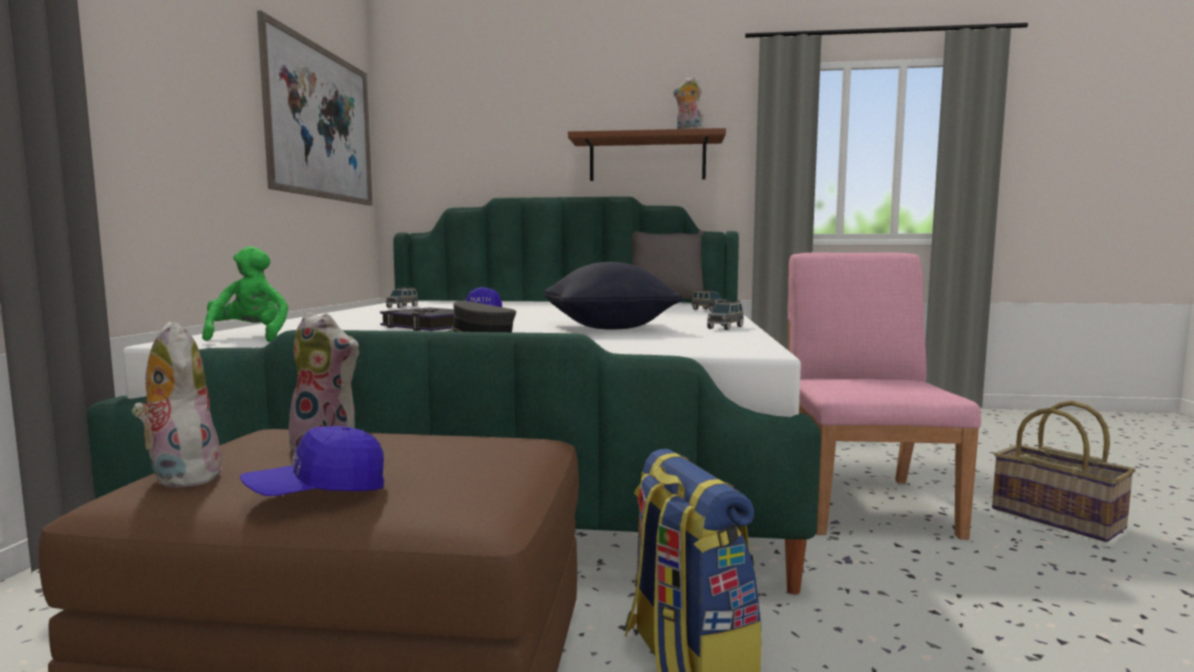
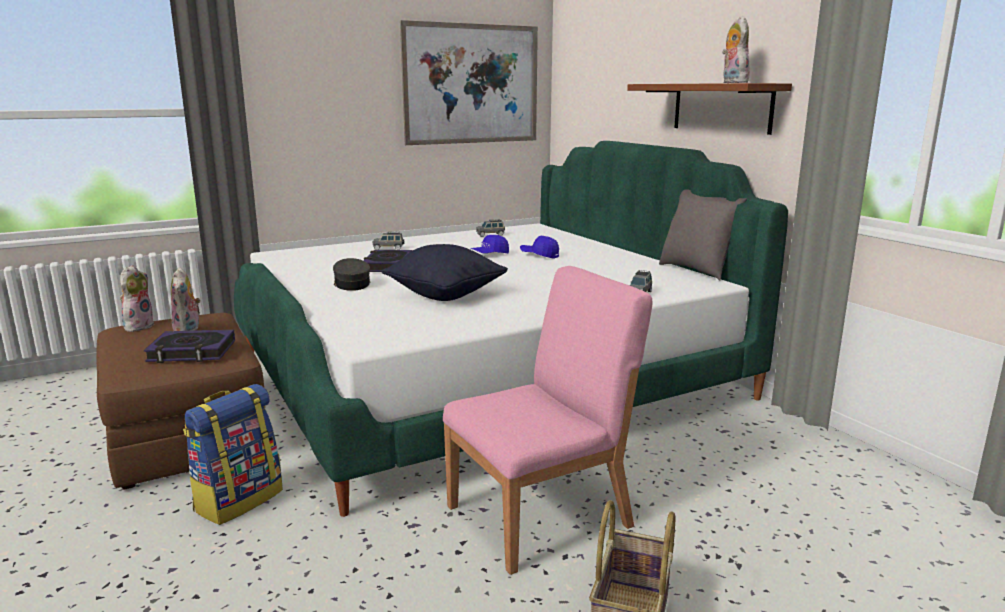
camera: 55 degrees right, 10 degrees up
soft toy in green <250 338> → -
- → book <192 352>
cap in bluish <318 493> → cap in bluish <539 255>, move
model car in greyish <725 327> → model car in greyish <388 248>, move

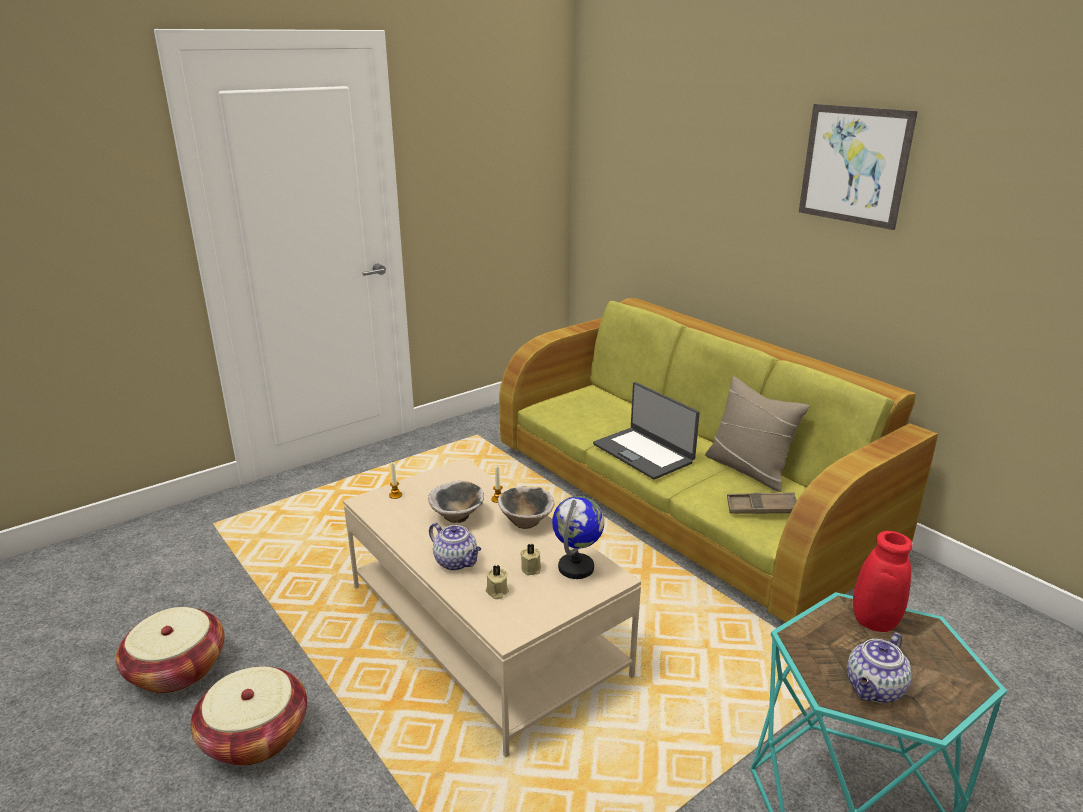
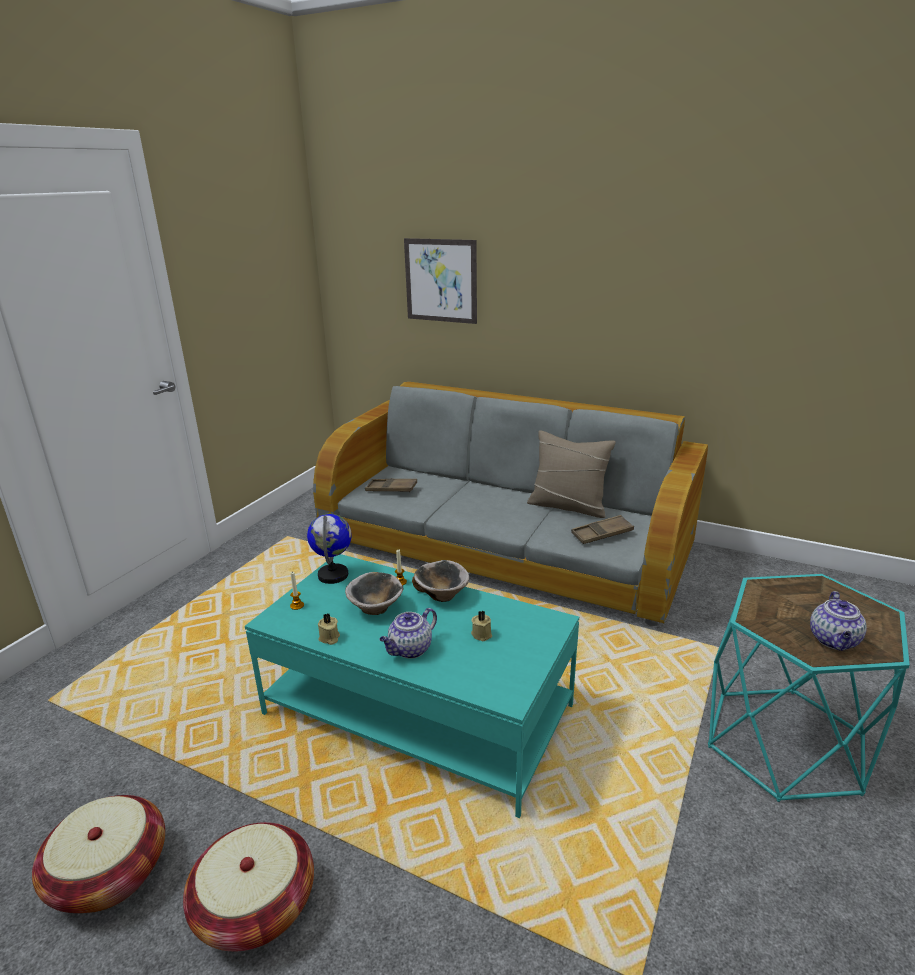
camera: 25 degrees left, 0 degrees up
laptop <643 453> → -
decorative vase in red <870 623> → -
- → carrying tray in brownish <391 489>
wax candle in beige <496 592> → wax candle in beige <329 638>, move
globe <576 568> → globe <333 575>, move
wall art <854 165> → wall art <441 280>, move
coffee table in beige <484 630> → coffee table in turquoise <418 710>
sofa in green <683 498> → sofa in greyish <505 546>
tea pot <457 562> → tea pot <410 650>, 120 degrees clockwise

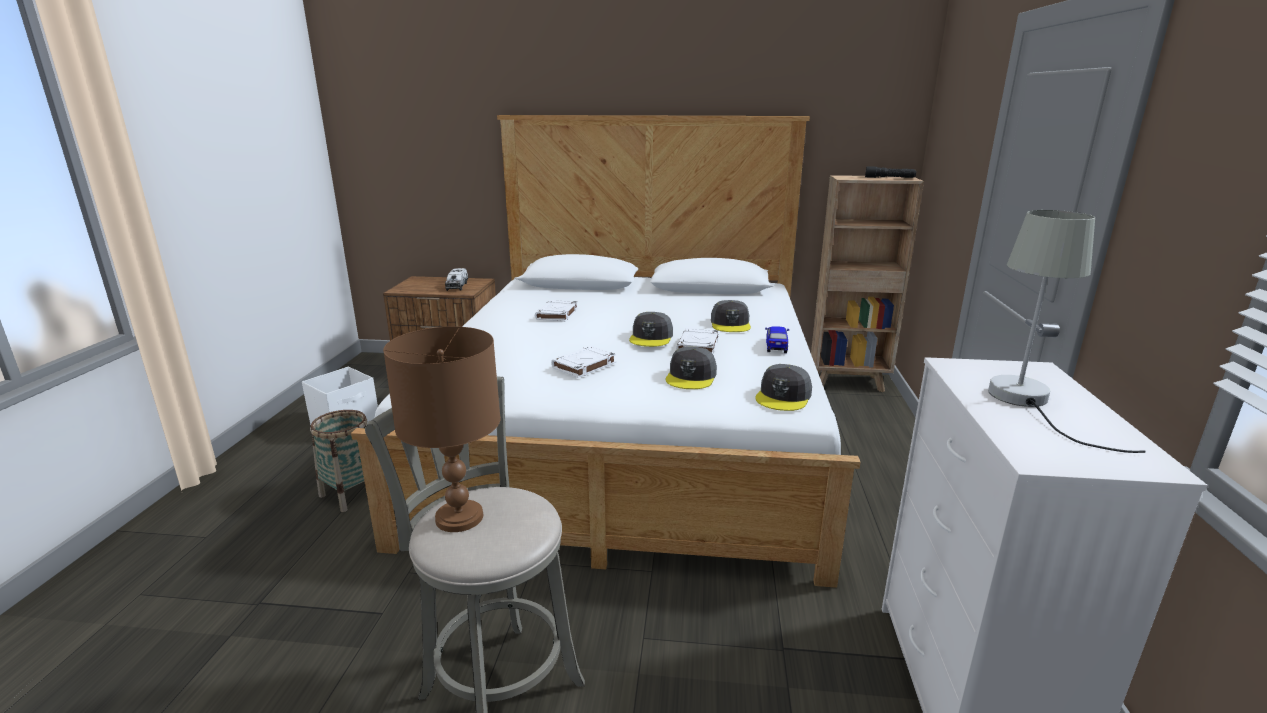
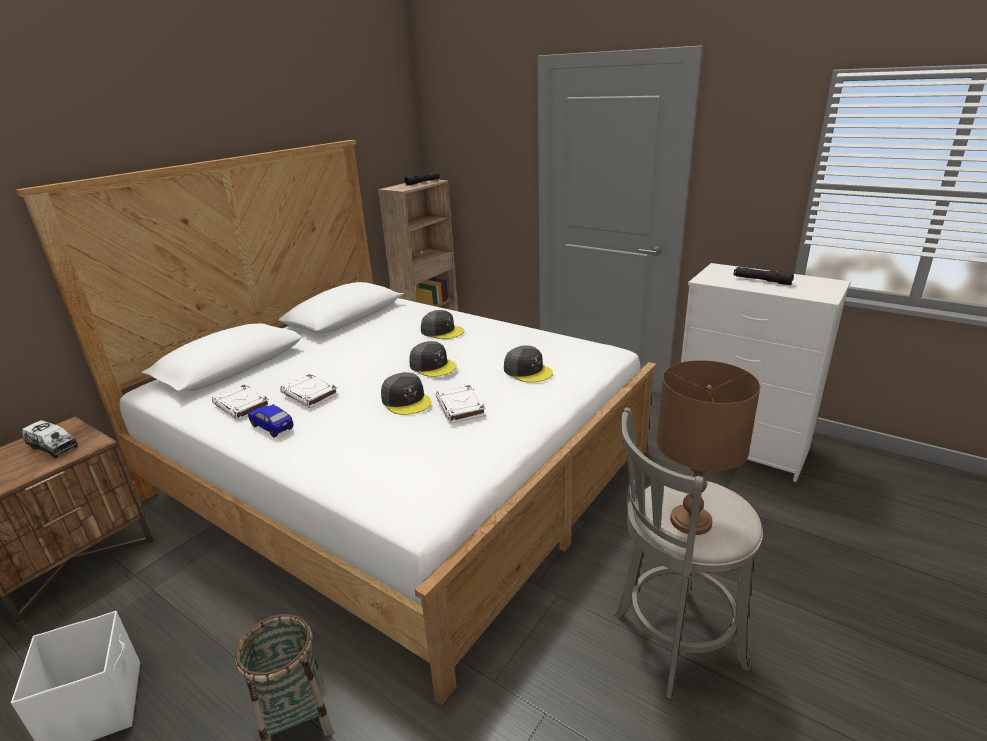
camera: 60 degrees left, 5 degrees up
book in white-coloured <698 346> → book in white-coloured <242 406>, move
cap in greyish <783 396> → cap in greyish <406 400>, move
model car <776 346> → model car <272 427>, move
table lamp in greyish <1028 402> → flashlight in black <762 281>

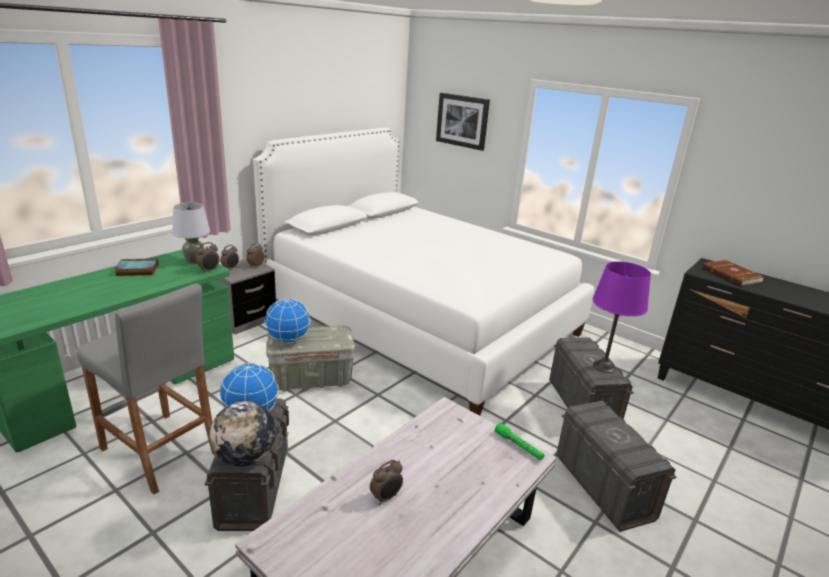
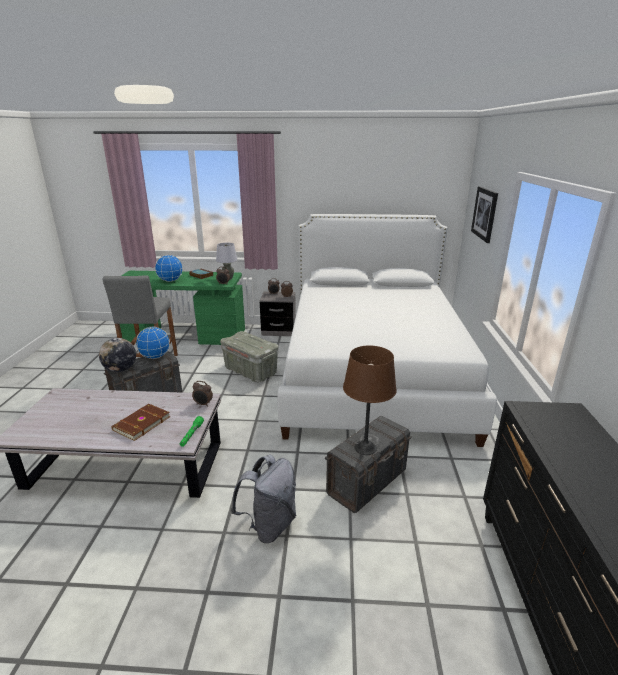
camera: 55 degrees right, 0 degrees up
globe <288 340> → globe <170 281>, move
alarm clock <386 497> → alarm clock <203 404>, move
book in brownish <731 275> → book in brownish <141 423>, move
storage container in greyish <603 486> → backpack in greyish <269 525>
table lamp in purple-coloured <604 366> → table lamp in brownish <365 447>

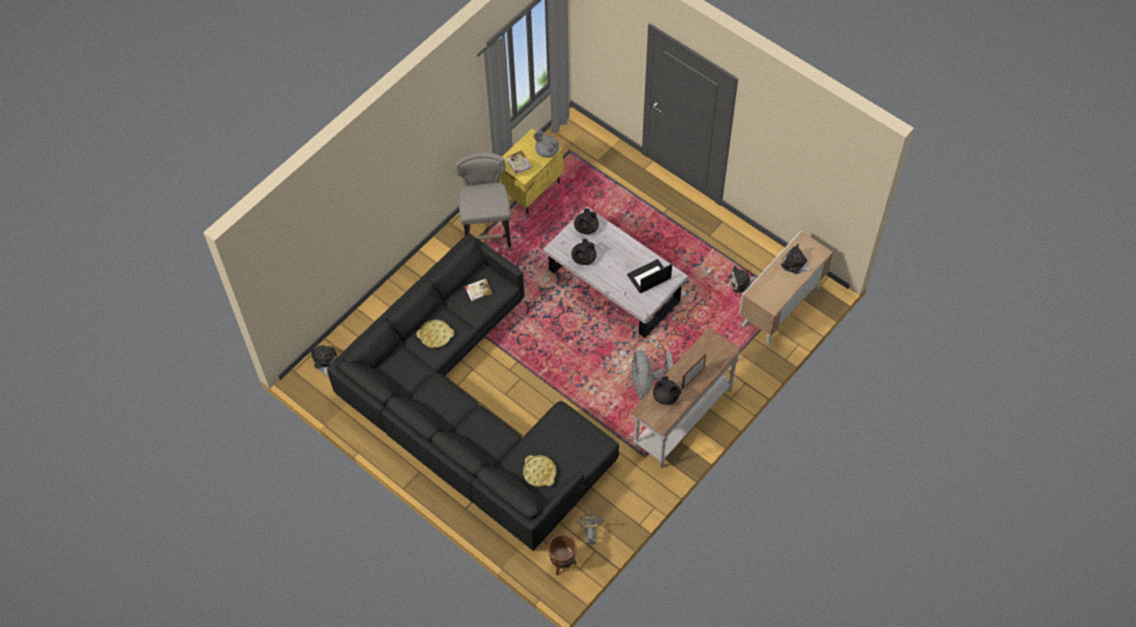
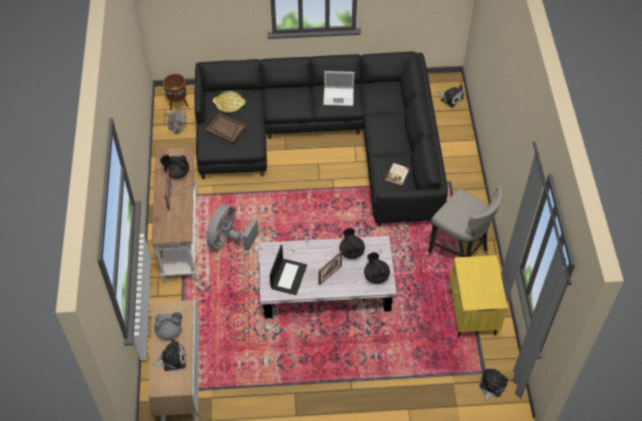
camera: 135 degrees right, 5 degrees down
carrying tray in yellow-coloured <435 335> → -
book <518 163> → -
- → carrying tray in brownish <226 129>
- → picture frame <330 275>
- → laptop <339 96>
tea pot in greyish <547 151> → tea pot in greyish <169 330>, move
soft toy <741 282> → soft toy <491 386>, move
fan in greyish <647 384> → fan in greyish <229 240>, 105 degrees counterclockwise

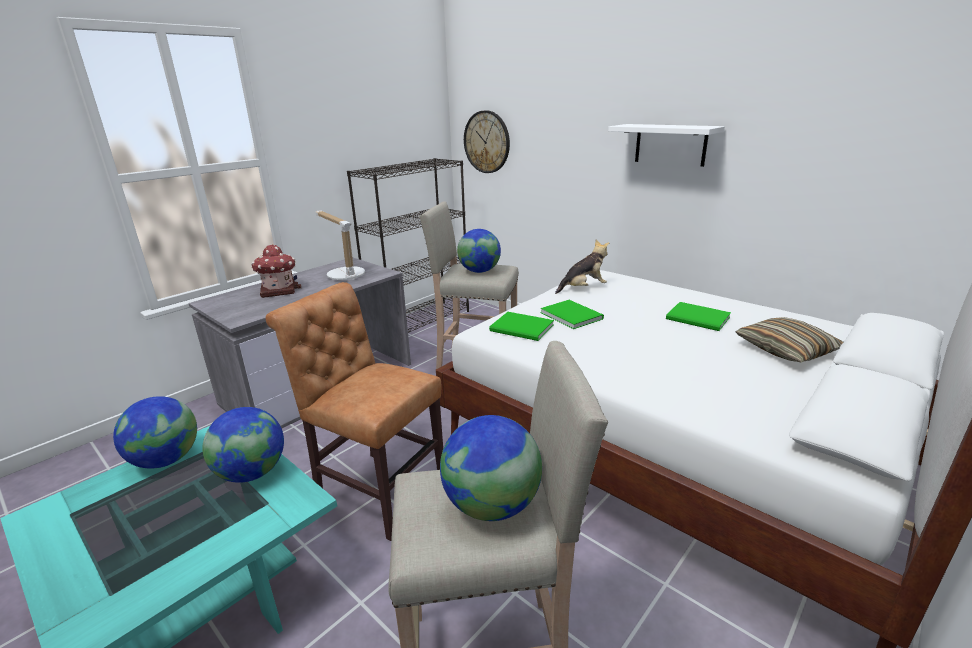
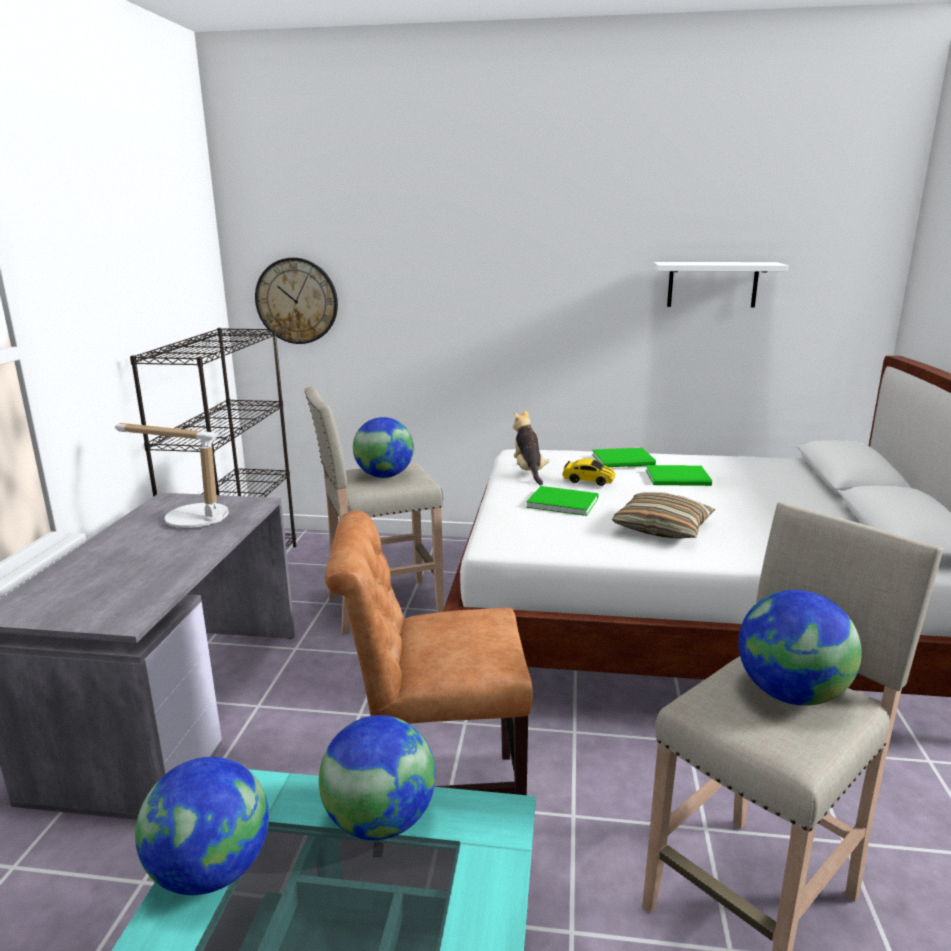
camera: 35 degrees left, 5 degrees down
miniature house <278 290> → -
- → model car <588 480>
book in green <522 329> → book in green <625 460>, move
shelf in white-coloured <670 144> → shelf in white-coloured <712 284>, move
throw pillow <786 350> → throw pillow <662 528>, move
soft toy <583 288> → soft toy <529 472>, 45 degrees counterclockwise

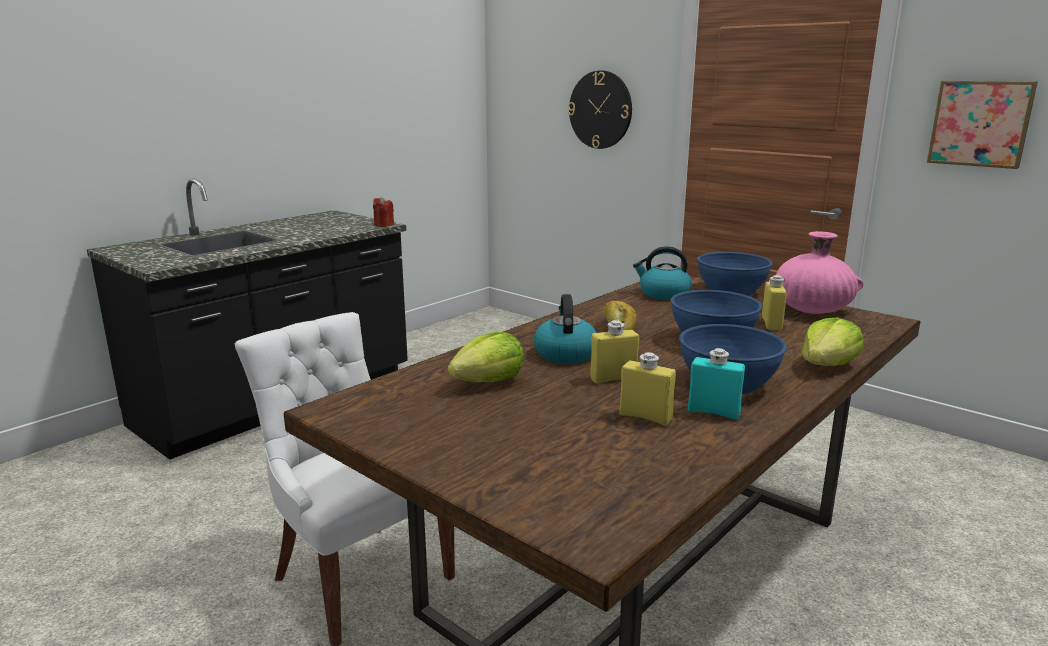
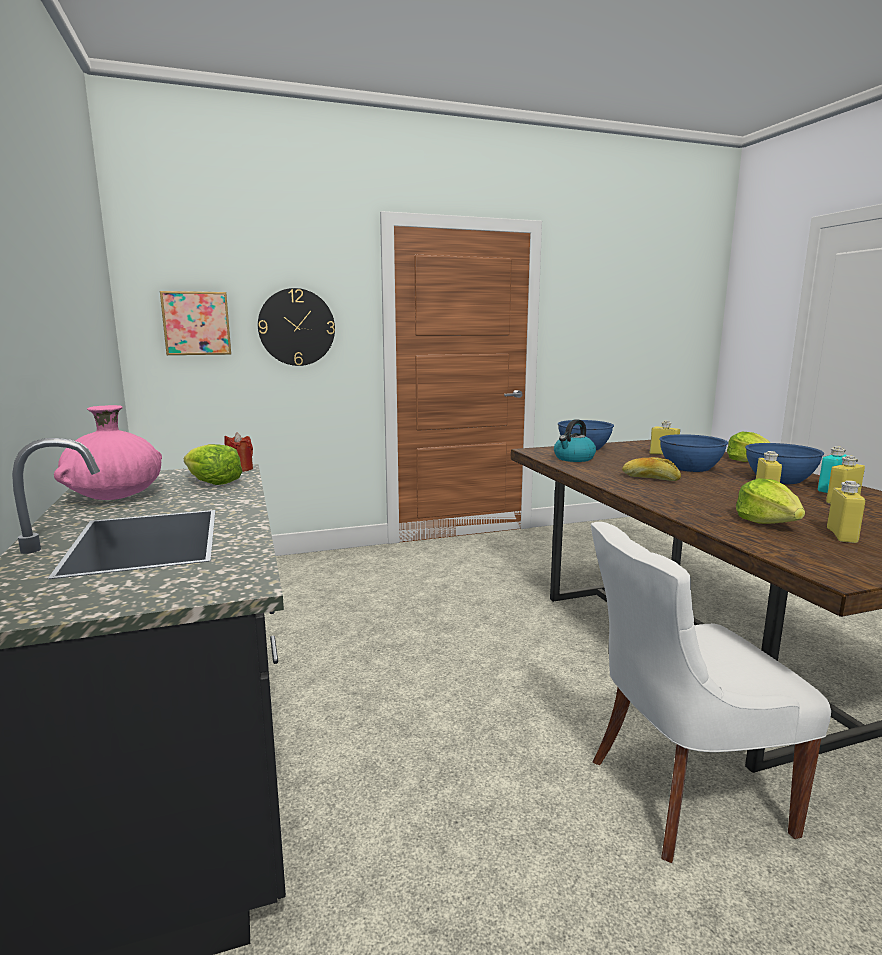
camera: 60 degrees left, 5 degrees down
tea kettle <565 353> → -
- → lettuce <213 482>
- → drink bottle in yellow-coloured <841 535>
decorative vase in pink-coloured <811 310> → decorative vase in pink-coloured <115 496>, move
wall art <980 123> → wall art <196 323>, move

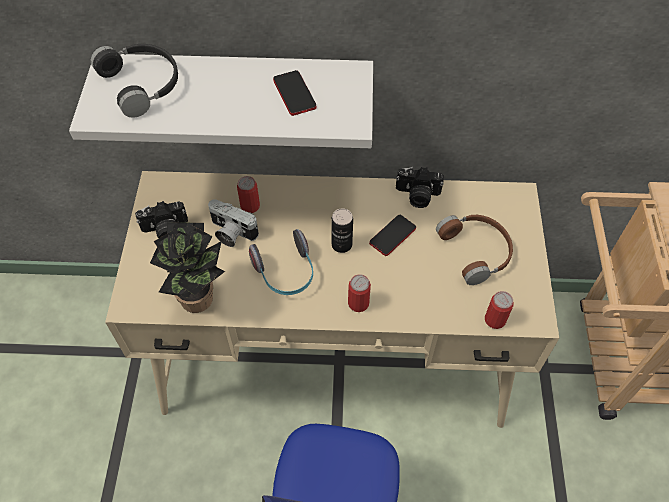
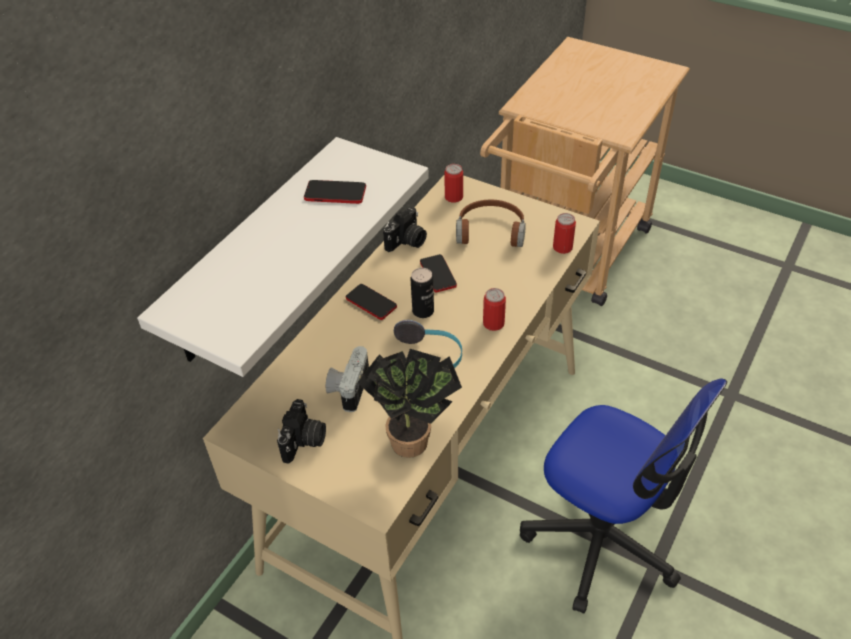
camera: 60 degrees left, 10 degrees down
headphones in black <143 84> → -
- → phone <371 302>
metal can <250 206> → metal can <454 197>, move
still camera <231 233> → still camera <348 387>, 135 degrees clockwise

